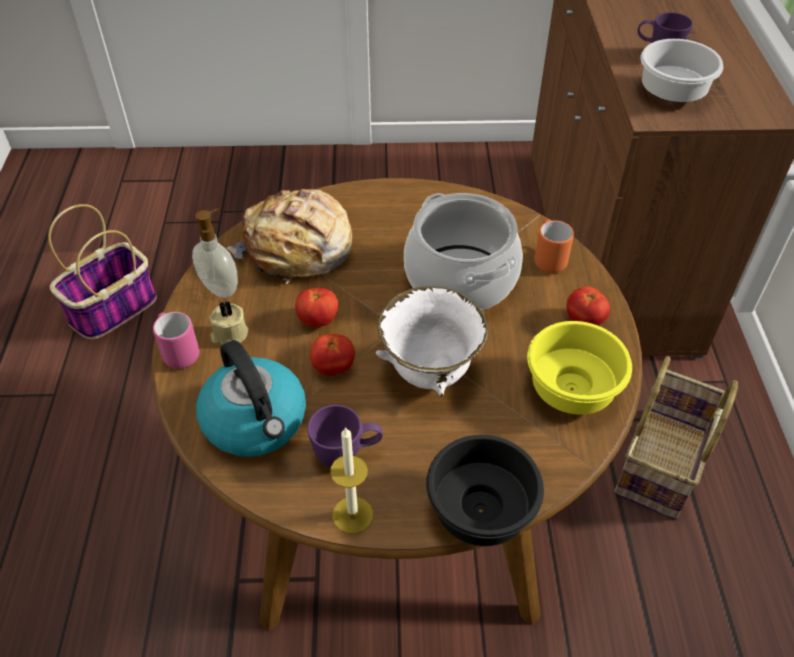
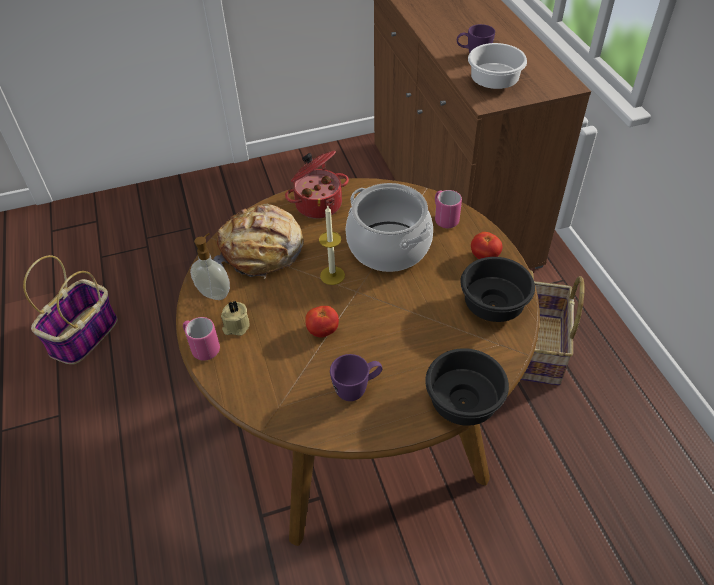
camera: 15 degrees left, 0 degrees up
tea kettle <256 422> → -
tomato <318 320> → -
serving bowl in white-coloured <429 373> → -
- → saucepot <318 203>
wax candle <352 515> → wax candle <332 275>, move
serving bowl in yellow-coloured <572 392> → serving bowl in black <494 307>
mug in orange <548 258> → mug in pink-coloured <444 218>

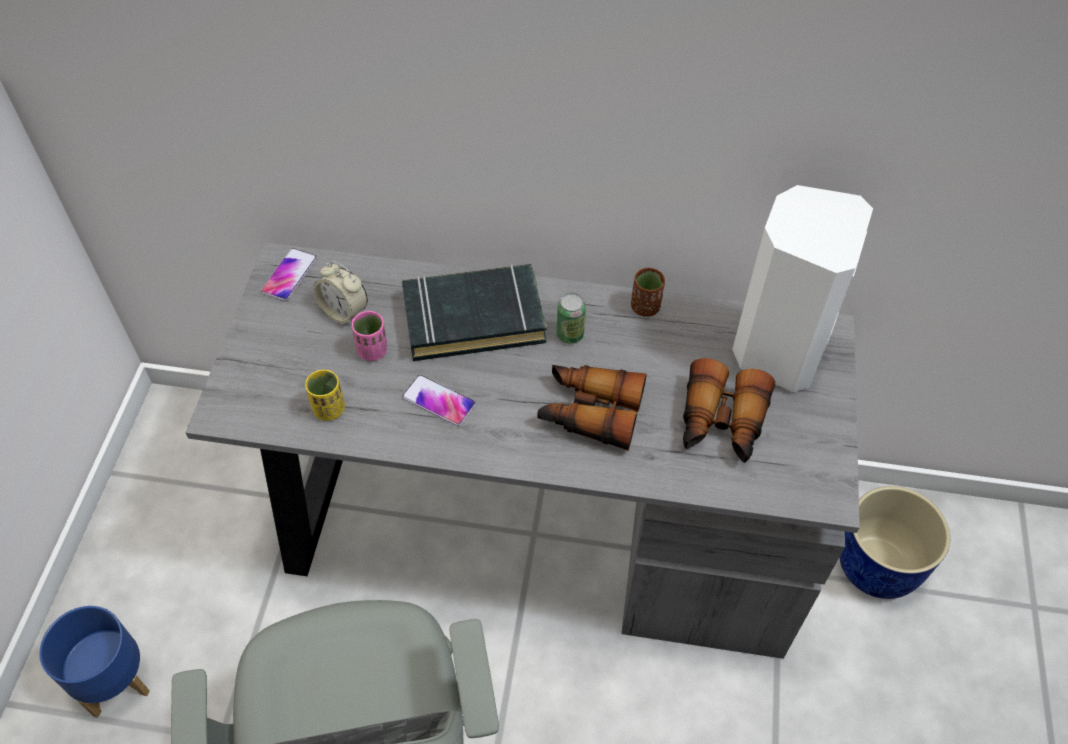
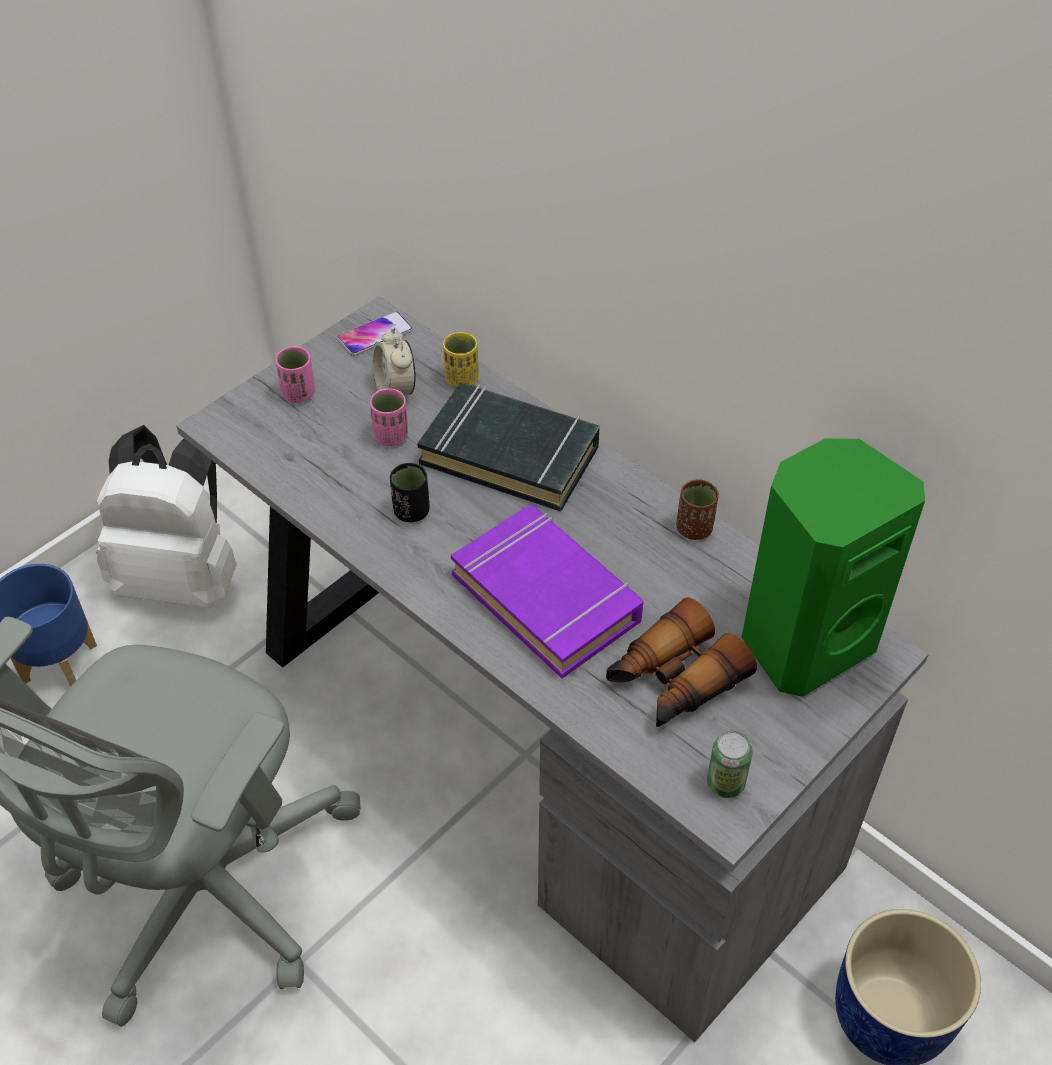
camera: 35 degrees right, 5 degrees down
- → backpack in white-coloured <182 577>
- → cup in pink-coloured <298 394>
cup in yellow-coloured <329 409> → cup in yellow-coloured <461 379>, move
metal can <570 335> → metal can <725 783>, move
phone <438 401> → cup in black <411 511>
pair of binoculars <590 412> → book in purple-coloured <547 597>
audio speaker in white-coloured <777 348> → audio speaker in green <803 641>

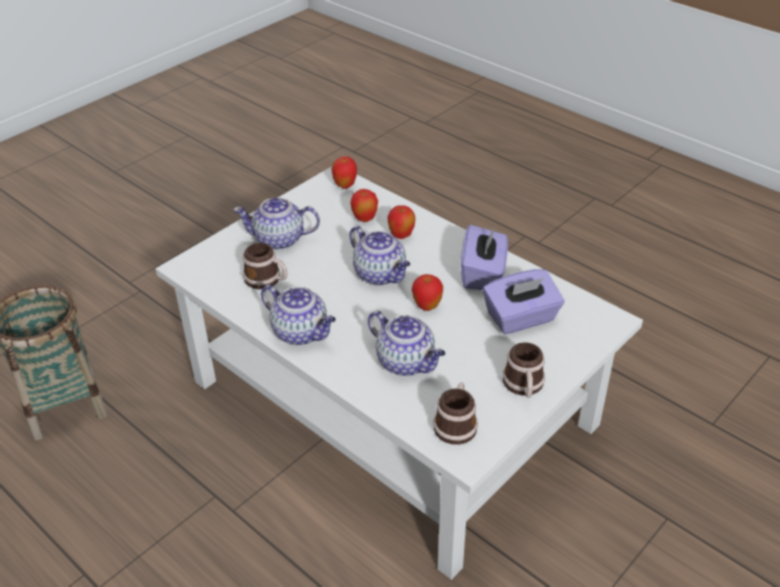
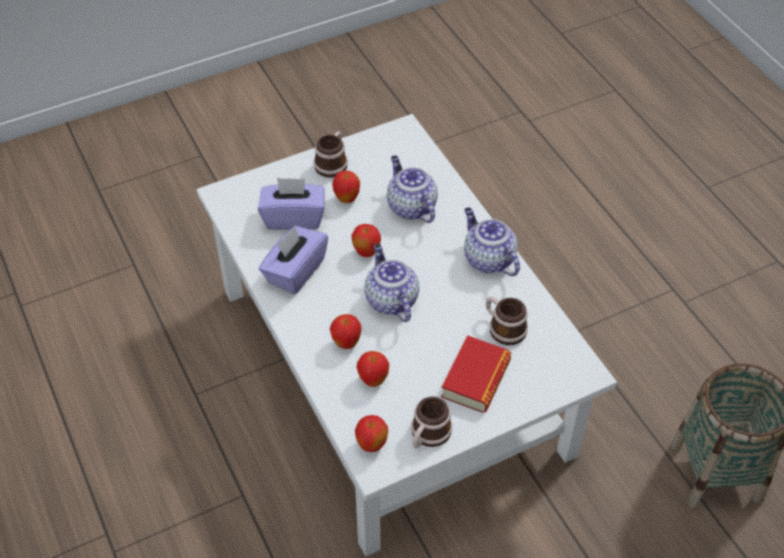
camera: 160 degrees left, 10 degrees up
- → apple <347 199>
mug <456 424> → mug <428 435>, move
tea pot <280 240> → book <475 379>

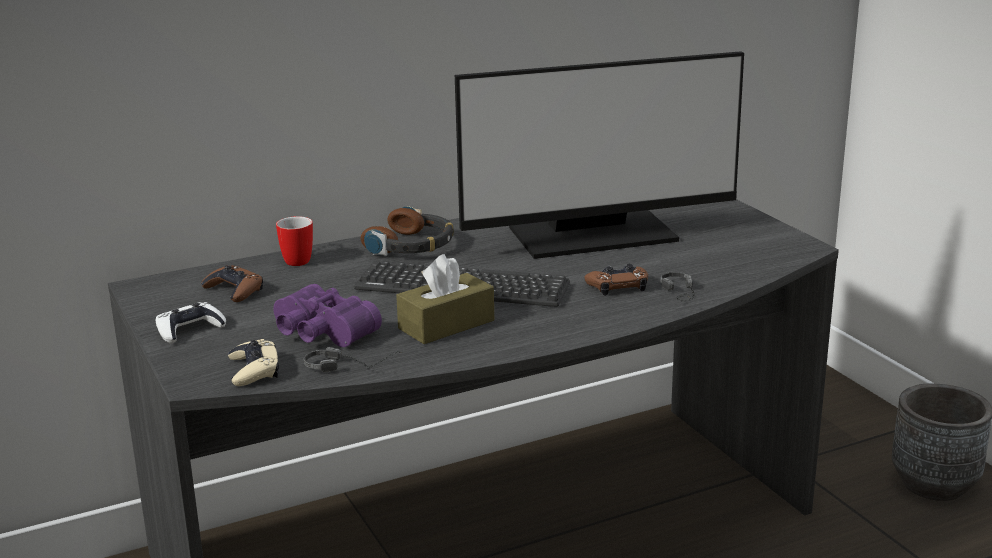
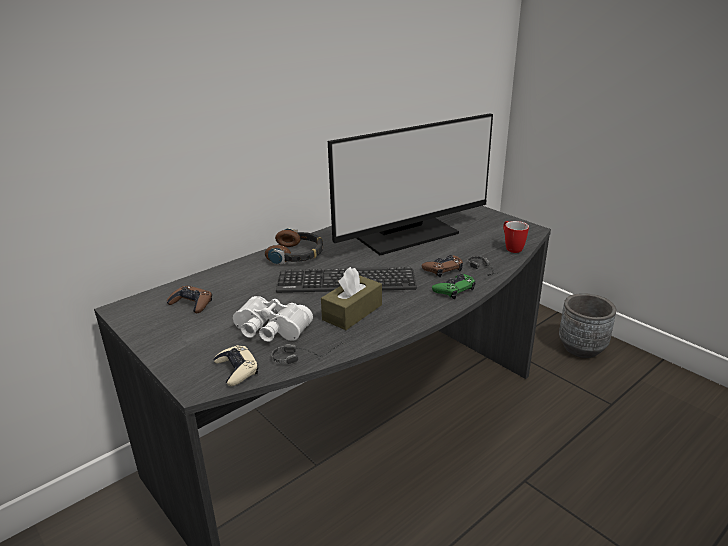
camera: 15 degrees left, 5 degrees up
game controller in white-coloured <189 329> → -
- → game controller in green <454 289>
mug <297 259> → mug <511 248>, move
pair of binoculars in purple-coloured <320 333> → pair of binoculars in white-coloured <270 331>

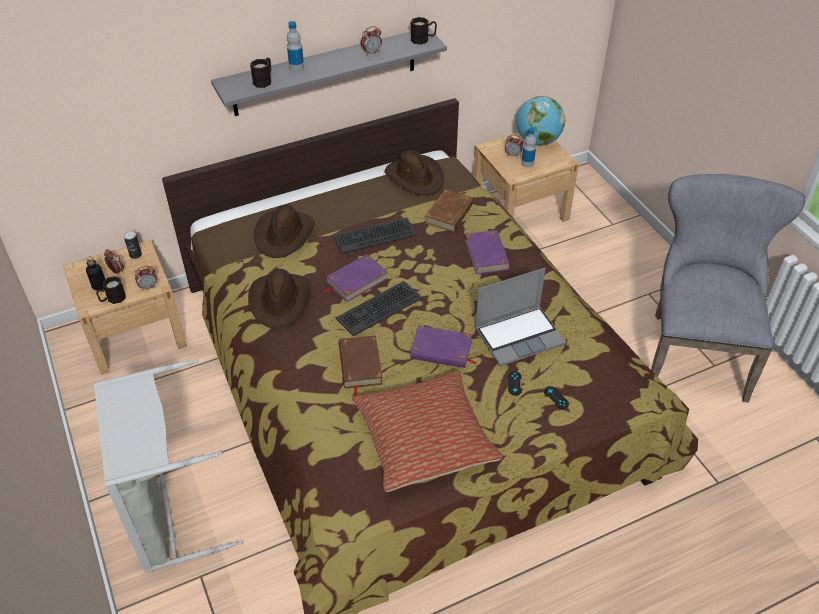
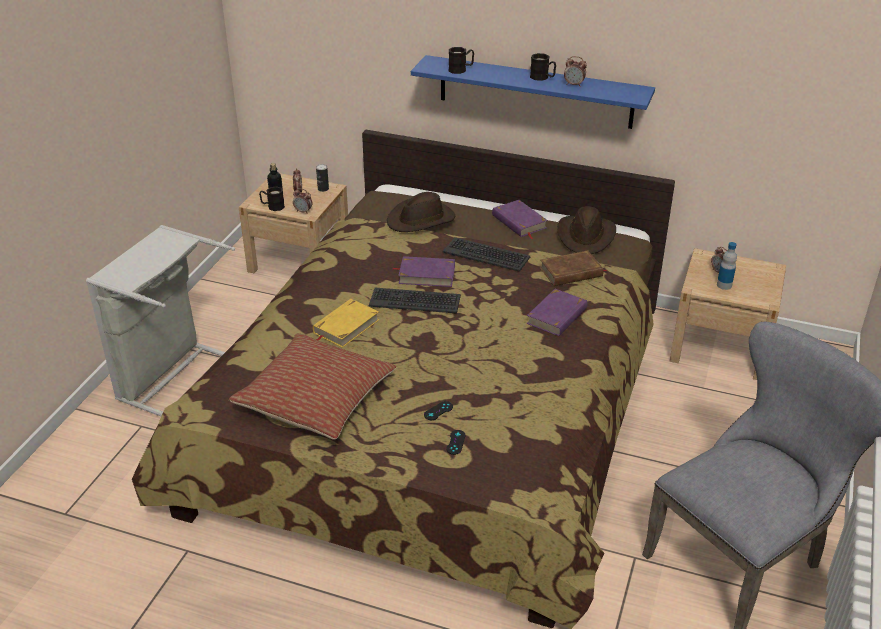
camera: 45 degrees right, 10 degrees down
hat in brownish <280 301> → -
drink bottle <296 67> → -
laptop <519 335> → -
globe <537 141> → -
book in purple-coloured <441 350> → book in purple-coloured <519 222>, move
mug in black <423 39> → mug in black <542 77>, move
shelf in greyish <325 72> → shelf in bluish <535 92>
book in brownish <360 365> → book in yellow-coloured <345 326>

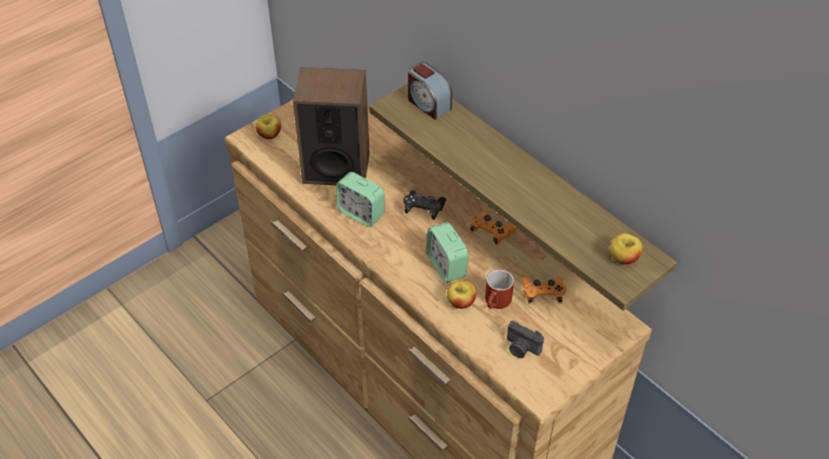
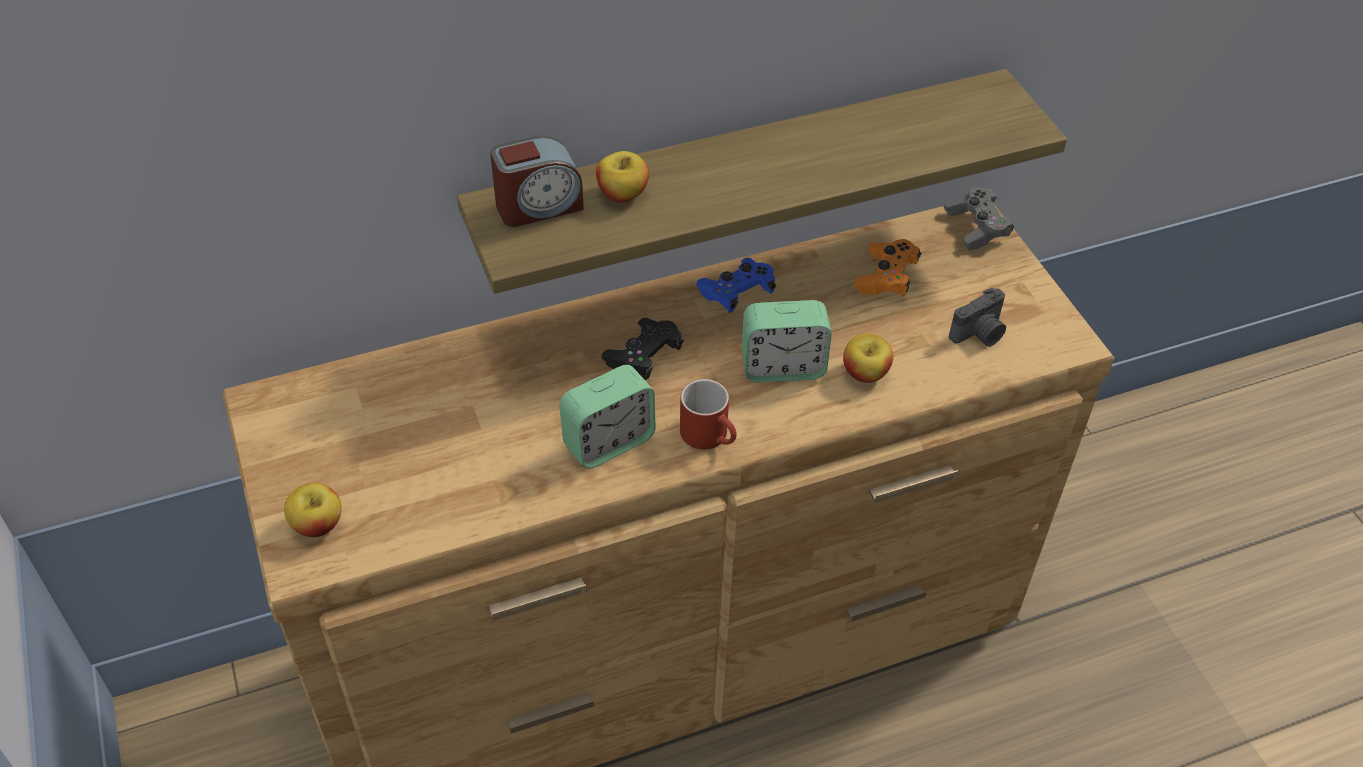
camera: 70 degrees left, 0 degrees up
audio speaker <336 167> → -
- → game controller in greyish <976 228>
mug in red <496 303> → mug in red <711 436>, move
apple <623 258> → apple <622 194>, move
game controller in orange <491 232> → game controller in bluish <737 293>

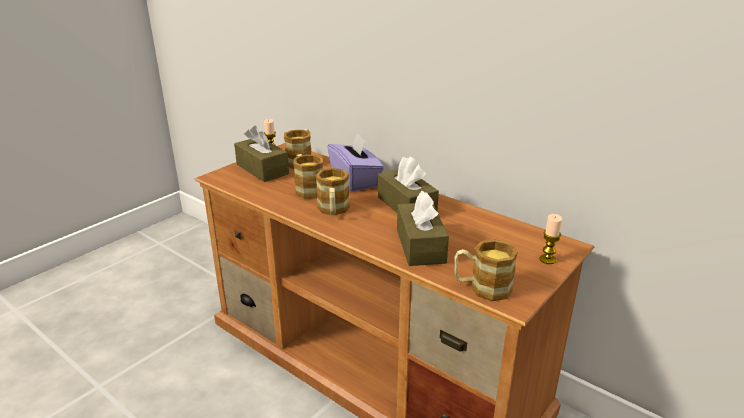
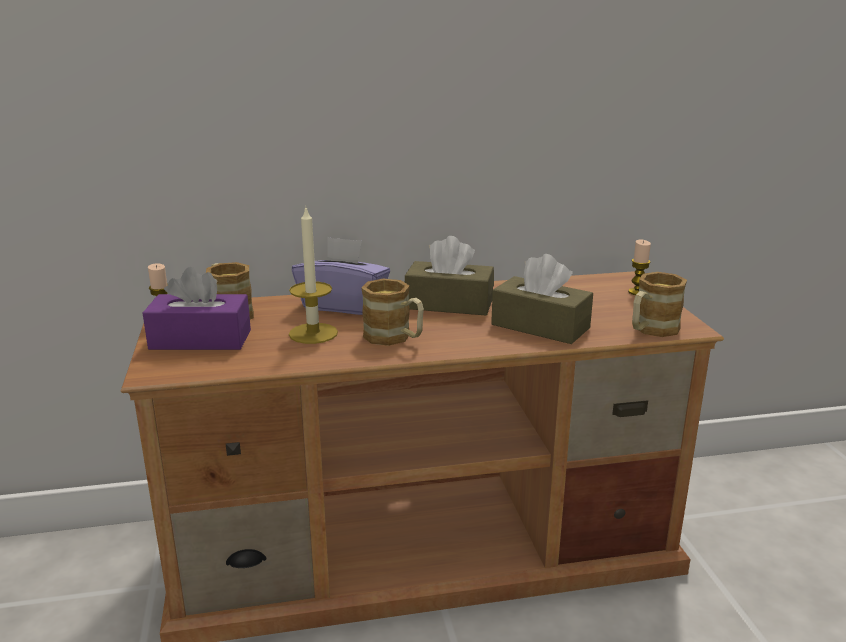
camera: 50 degrees left, 5 degrees down
mug <307 189> → wax candle <313 333>
box of tissues in brownish <262 169> → box of tissues in purple-coloured <200 339>

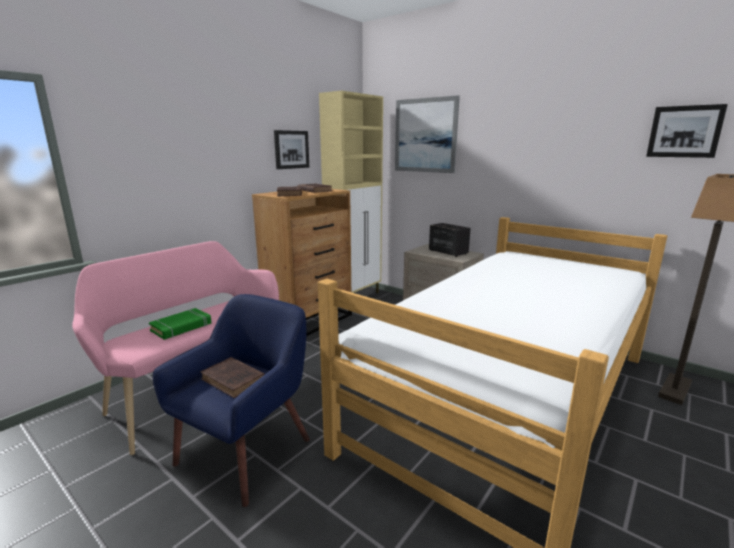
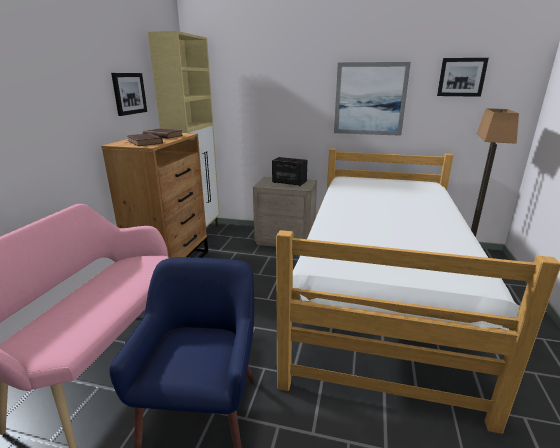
camera: 25 degrees left, 5 degrees up
book in green <181 327> → -
book in brownish <234 380> → -
wall art <425 135> → wall art <370 99>, move

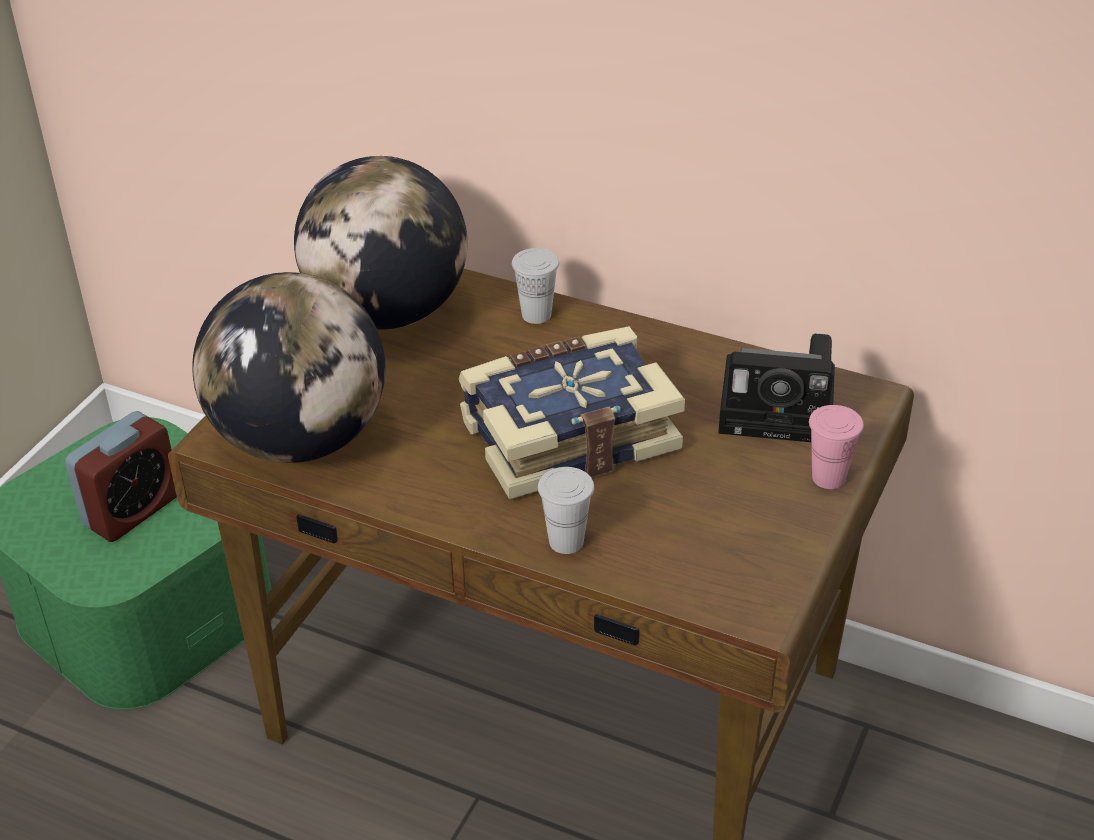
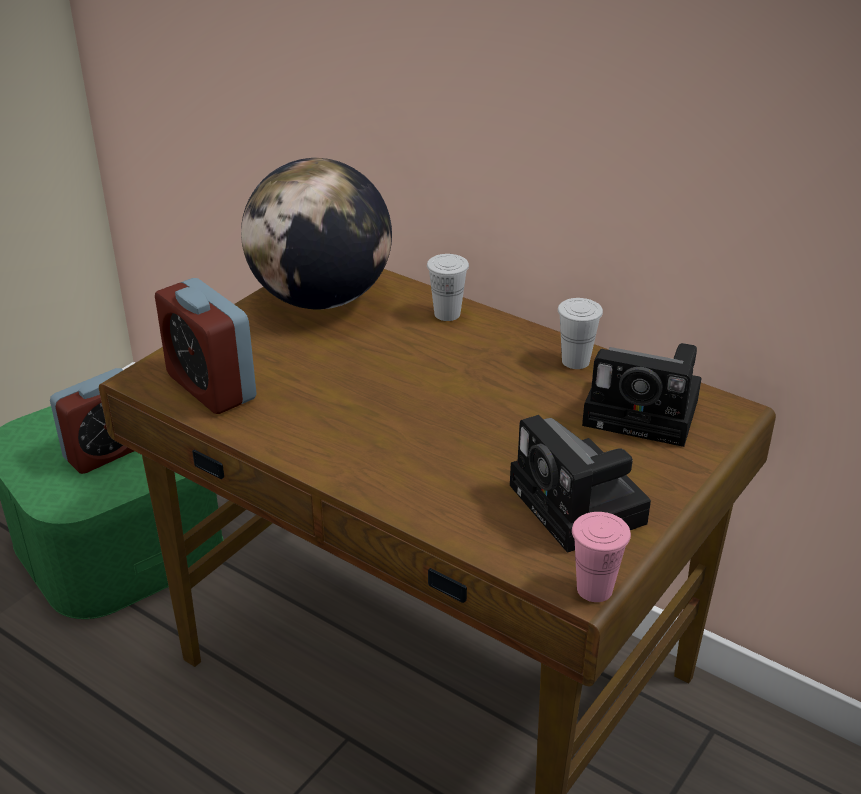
camera: 10 degrees right, 5 degrees down
book <567 434> → -
- → still camera <581 507>
cup in white-coloured <566 541> → cup in white-coloured <575 361>, move
cup in pink-coloured <828 477> → cup in pink-coloured <594 589>, move
globe <300 439> → alarm clock <211 387>

